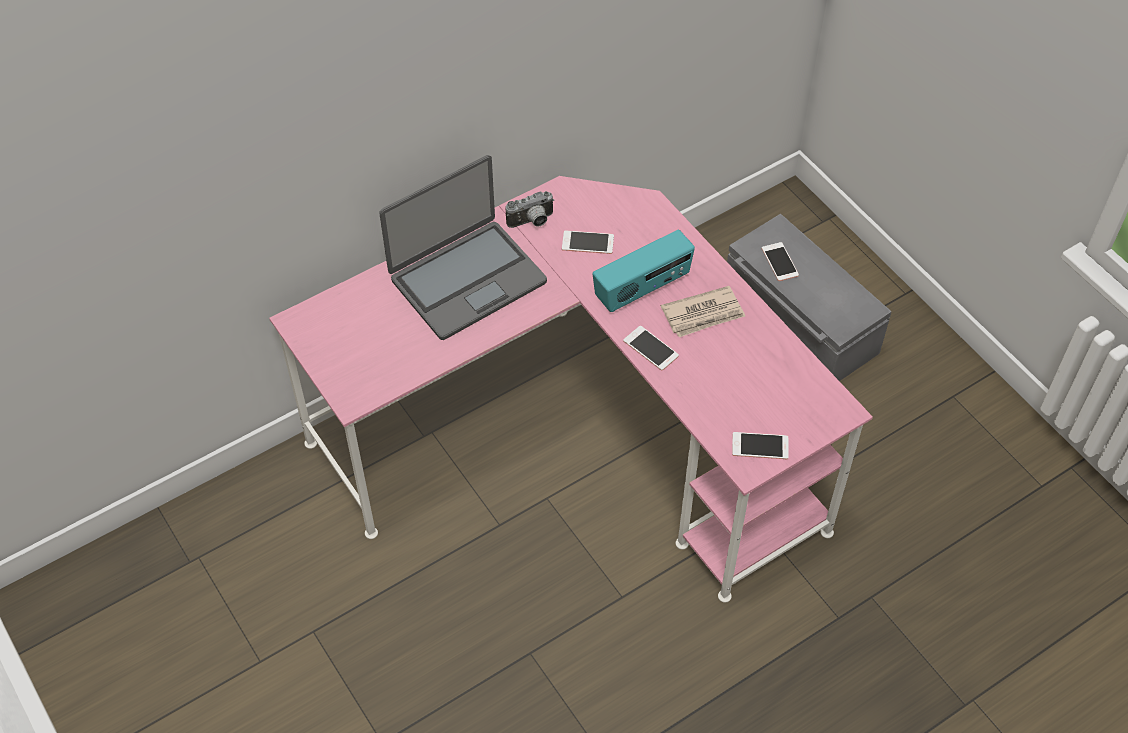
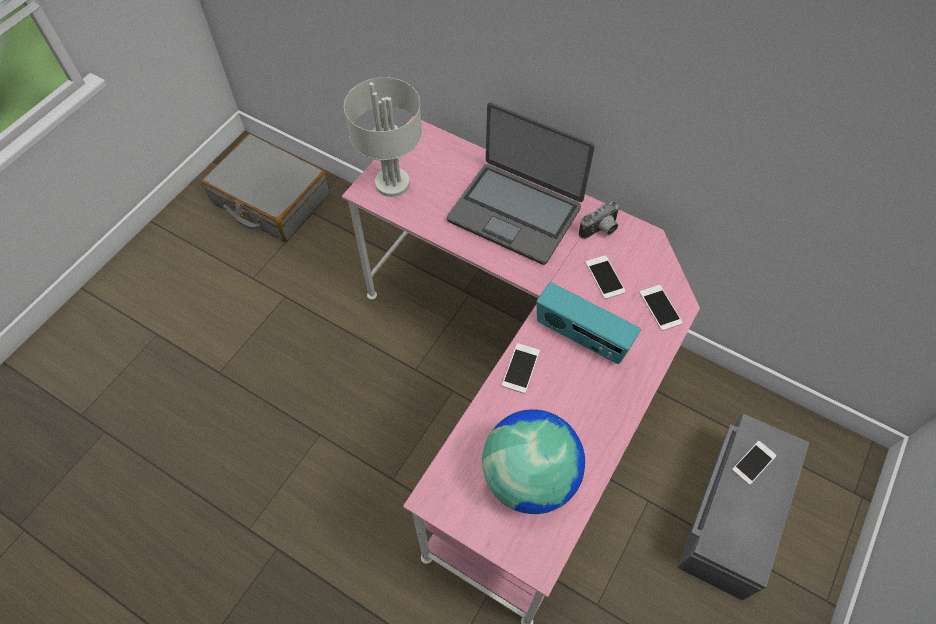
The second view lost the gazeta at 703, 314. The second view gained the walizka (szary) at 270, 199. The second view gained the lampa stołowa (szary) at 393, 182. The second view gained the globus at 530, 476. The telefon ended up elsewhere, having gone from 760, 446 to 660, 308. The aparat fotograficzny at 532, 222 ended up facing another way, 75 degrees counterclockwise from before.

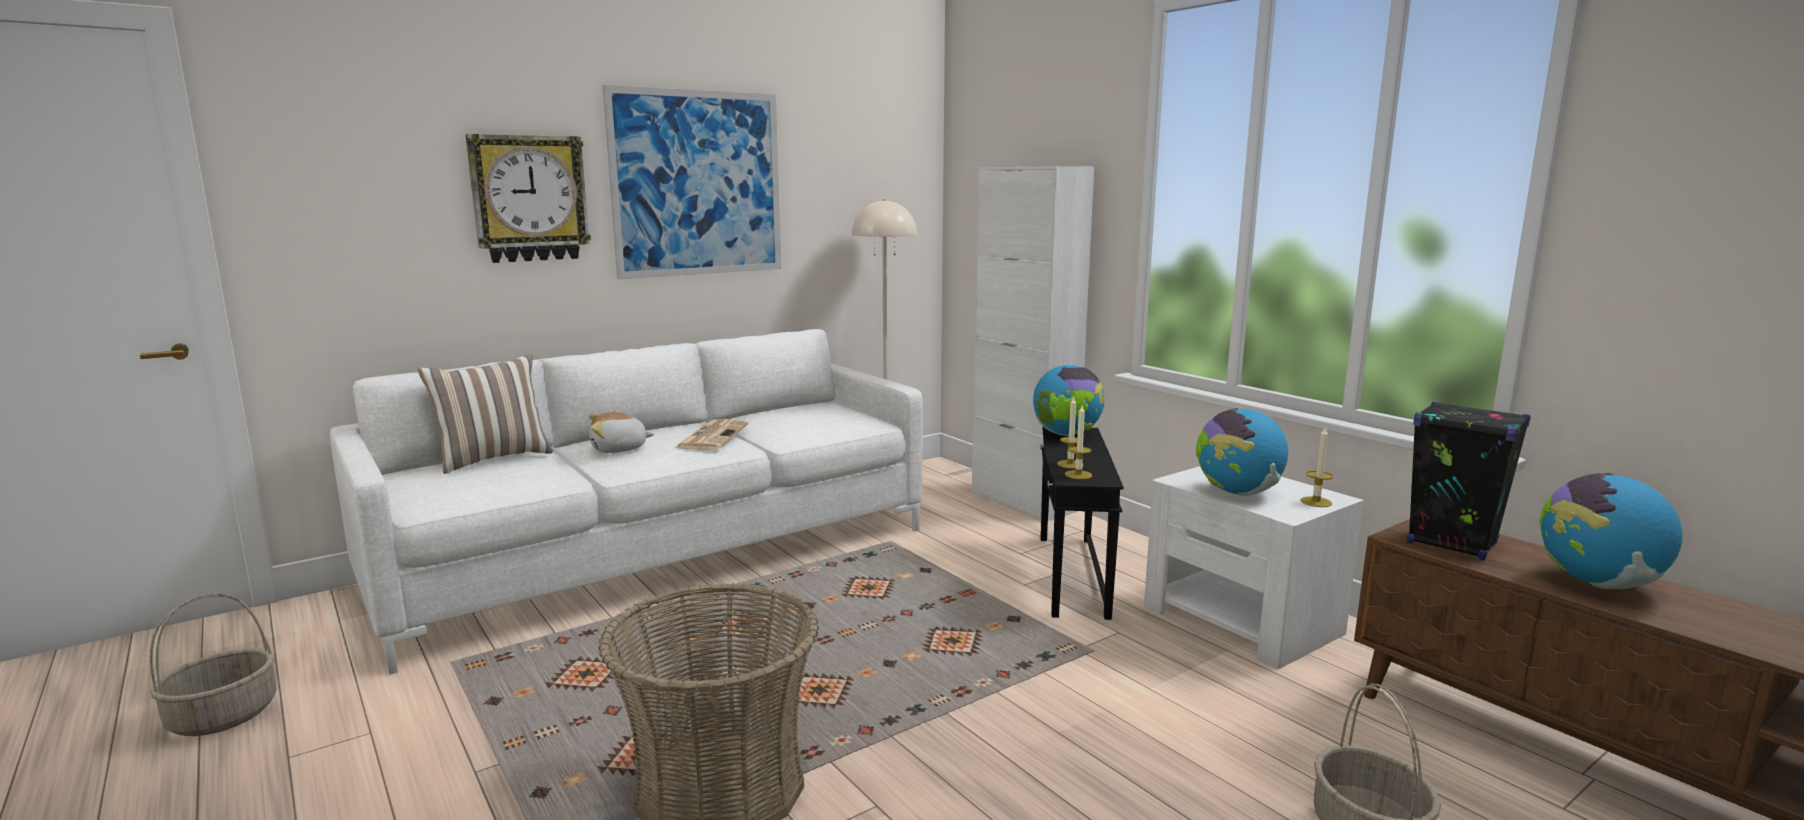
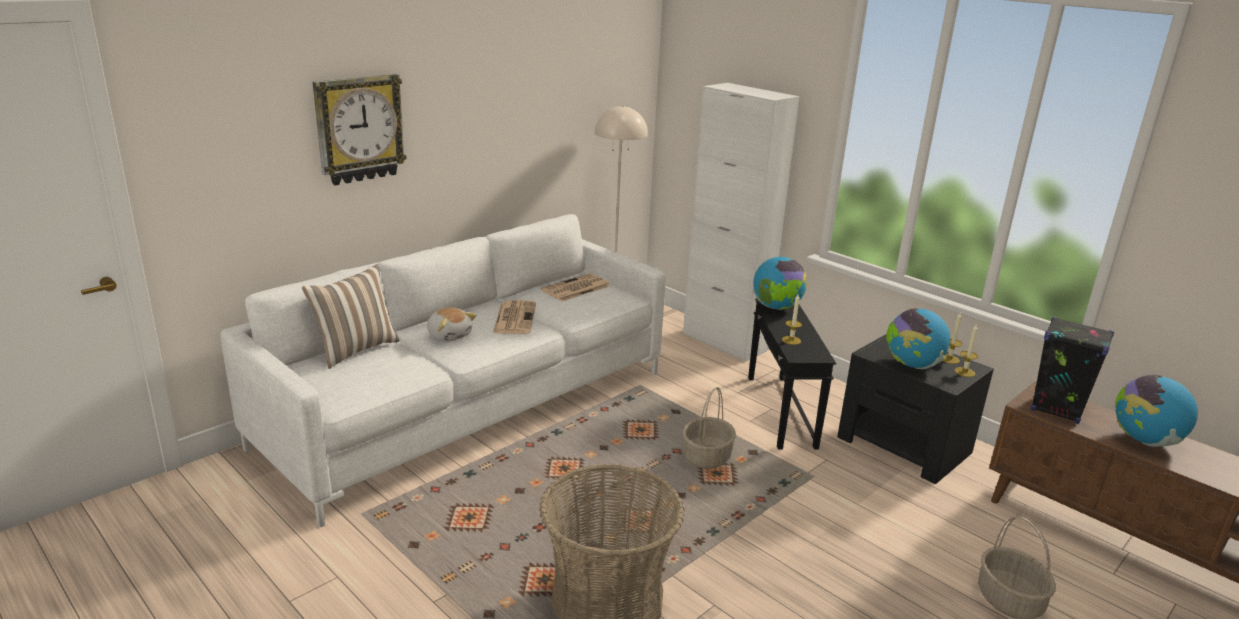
The second view lost the obraz at 698, 184. The second view gained the gazeta at 575, 288. The koszyk ended up elsewhere, having gone from 222, 717 to 707, 457. The świeca ended up elsewhere, having gone from 1078, 475 to 949, 359. What was the szafka nocna (biały) at 1242, 620 turned into the szafka nocna (czarny) at 904, 445. The pluszak at 619, 449 ended up facing another way, 105 degrees counterclockwise from before.

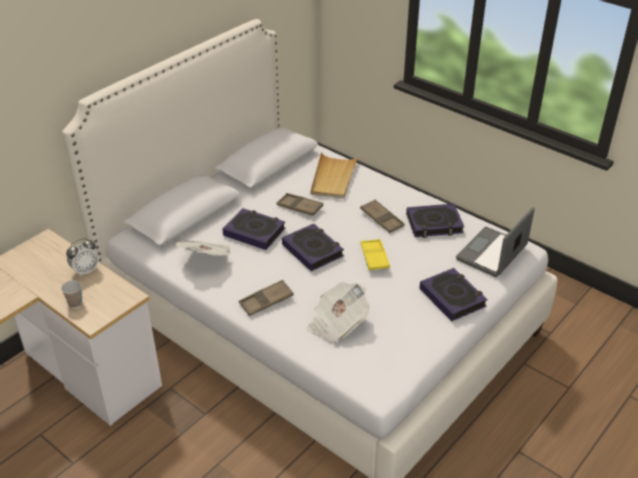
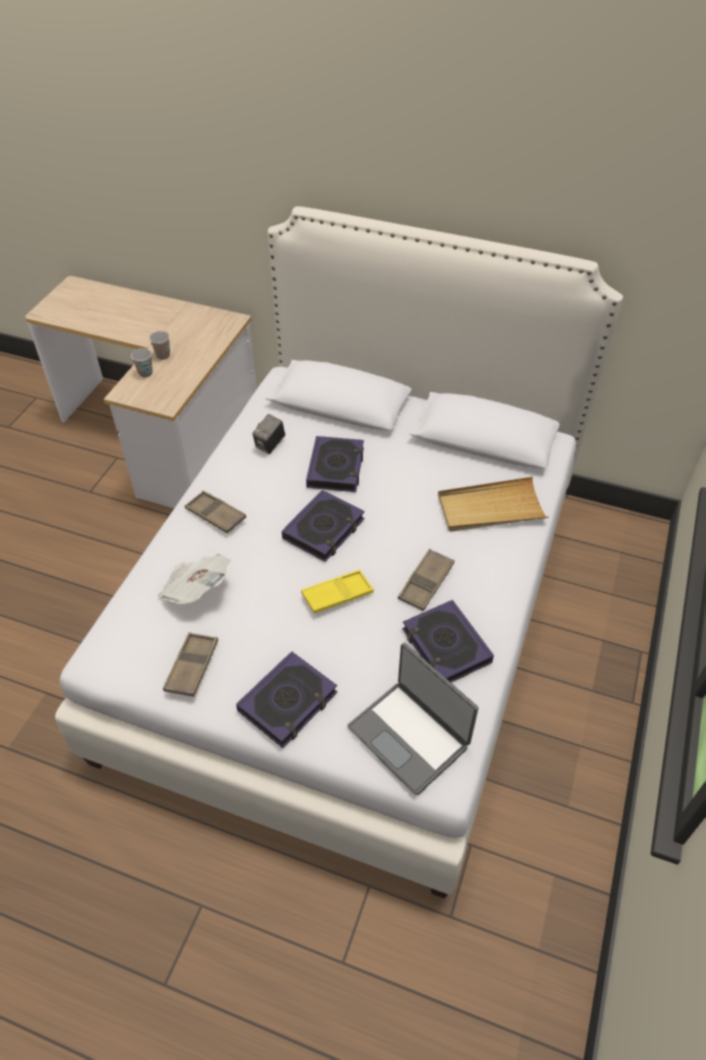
The second view lost the budzik at 85, 270. The second view gained the filiżanka at 163, 355. The taca (brązowy) ended up elsewhere, having gone from 299, 207 to 192, 667. Where the gazeta stood at 207, 259, the aparat fotograficzny came to stand at 270, 445. The laptop at 492, 254 ended up facing another way, 150 degrees counterclockwise from before.

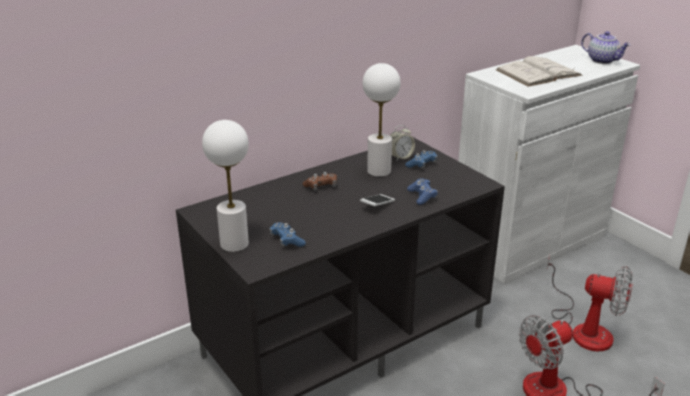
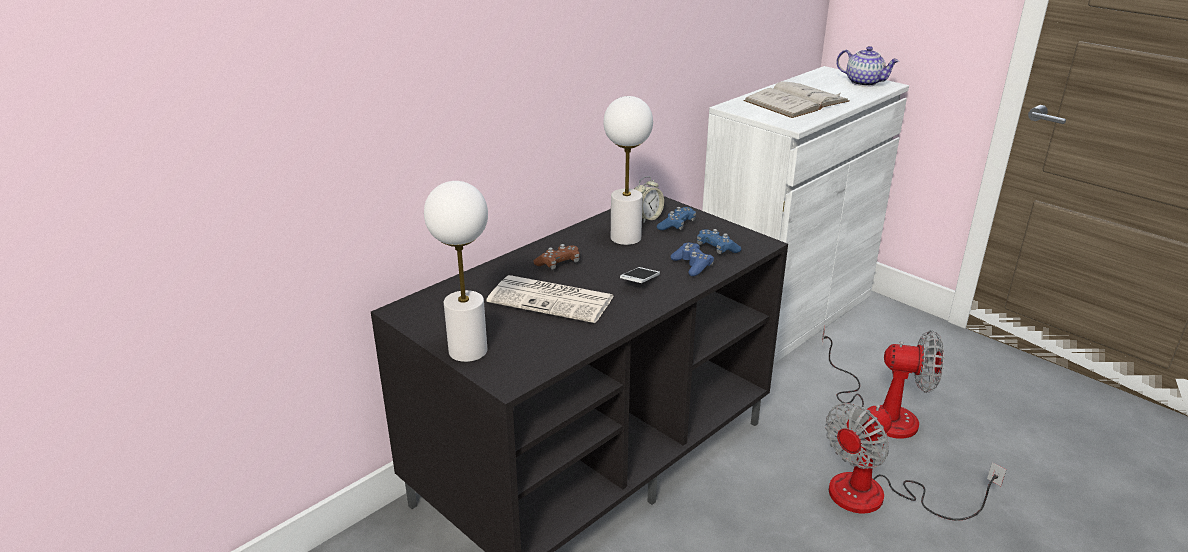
The second view gained the gazeta at 553, 300. The pad do gier (niebieski) ended up elsewhere, having gone from 287, 241 to 717, 249.

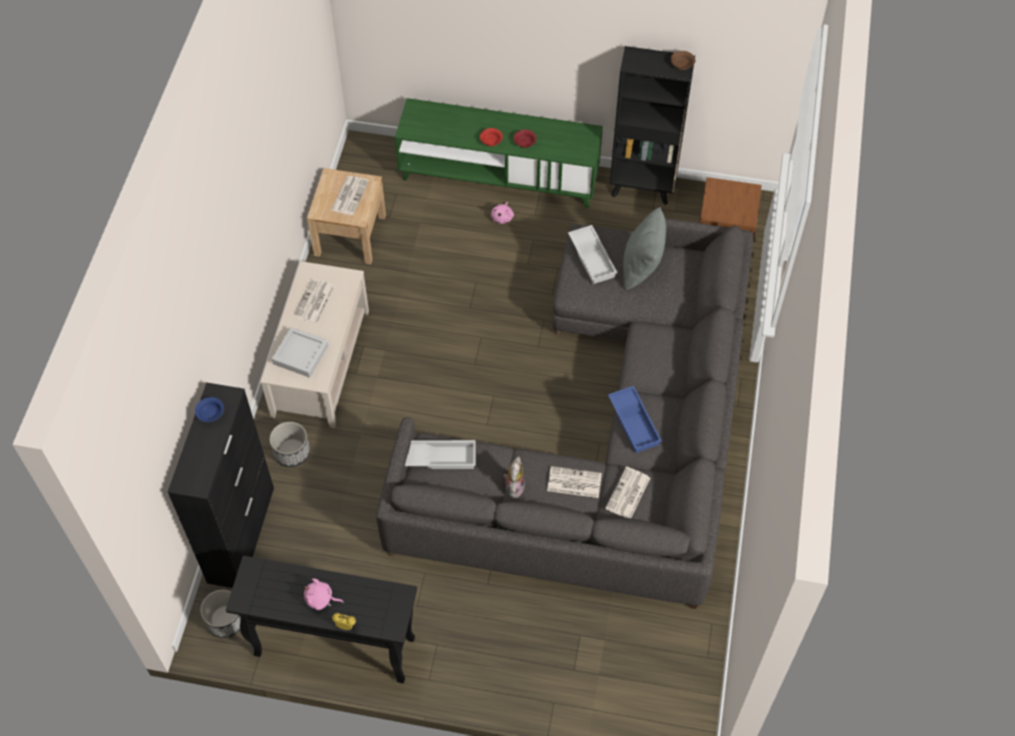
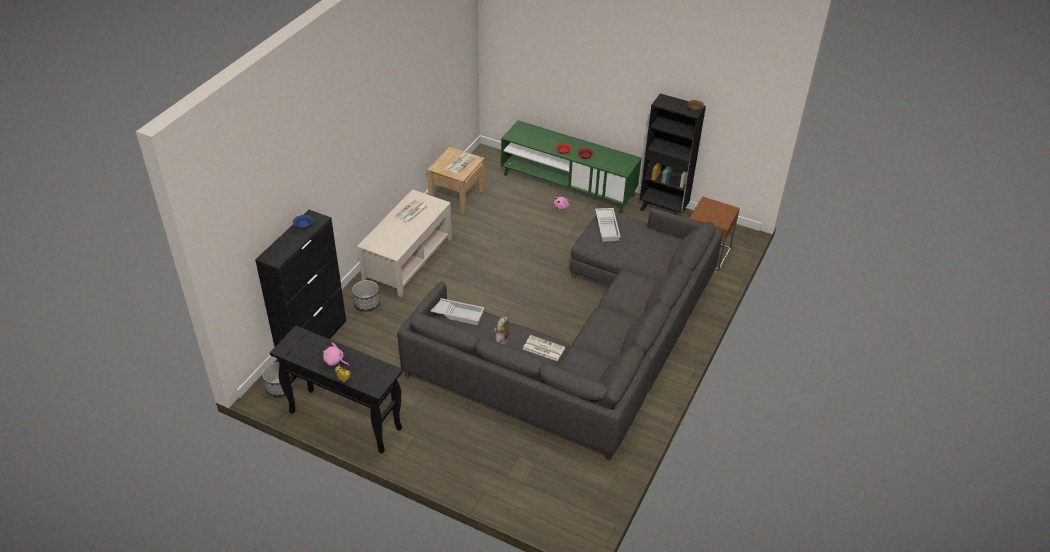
The second view lost the taca (szary) at 300, 355. The second view lost the gazeta at 628, 494. The second view lost the taca (niebieski) at 635, 422. The second view lost the poduszka (szary) at 642, 267.

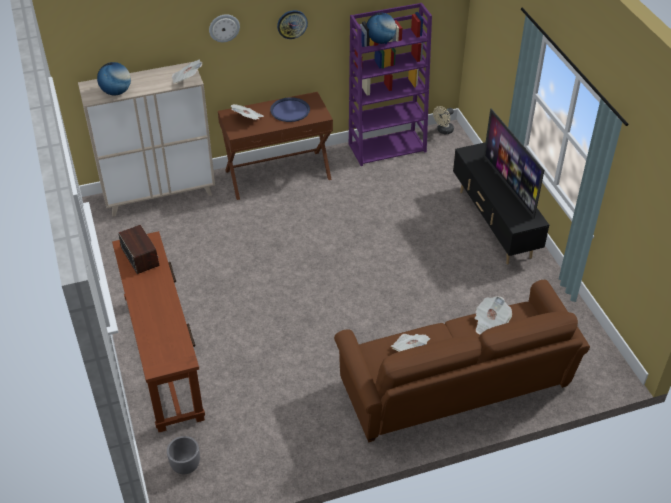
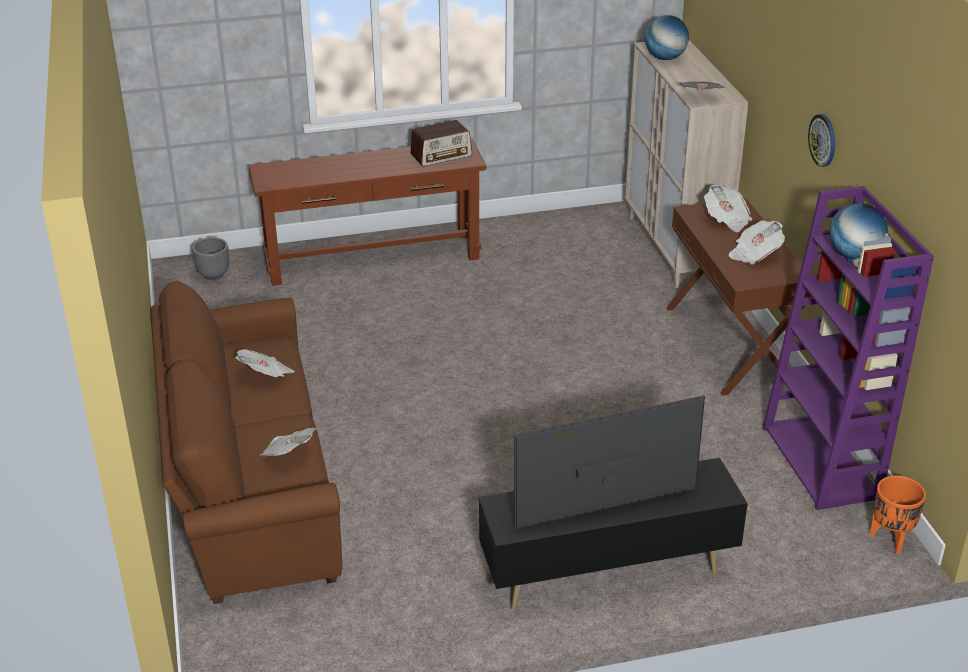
The second view lost the zegar ścienny at 224, 27. Where the taca (niebieski) stood at 290, 110, the gazeta came to stand at 754, 254. Where the wentylator (beżowy) stood at 443, 131, the donica (pomarańczowy) came to stand at 890, 540.

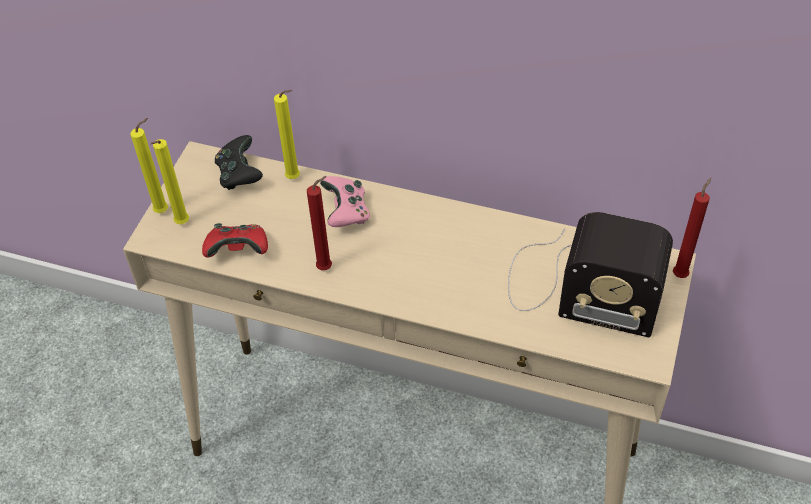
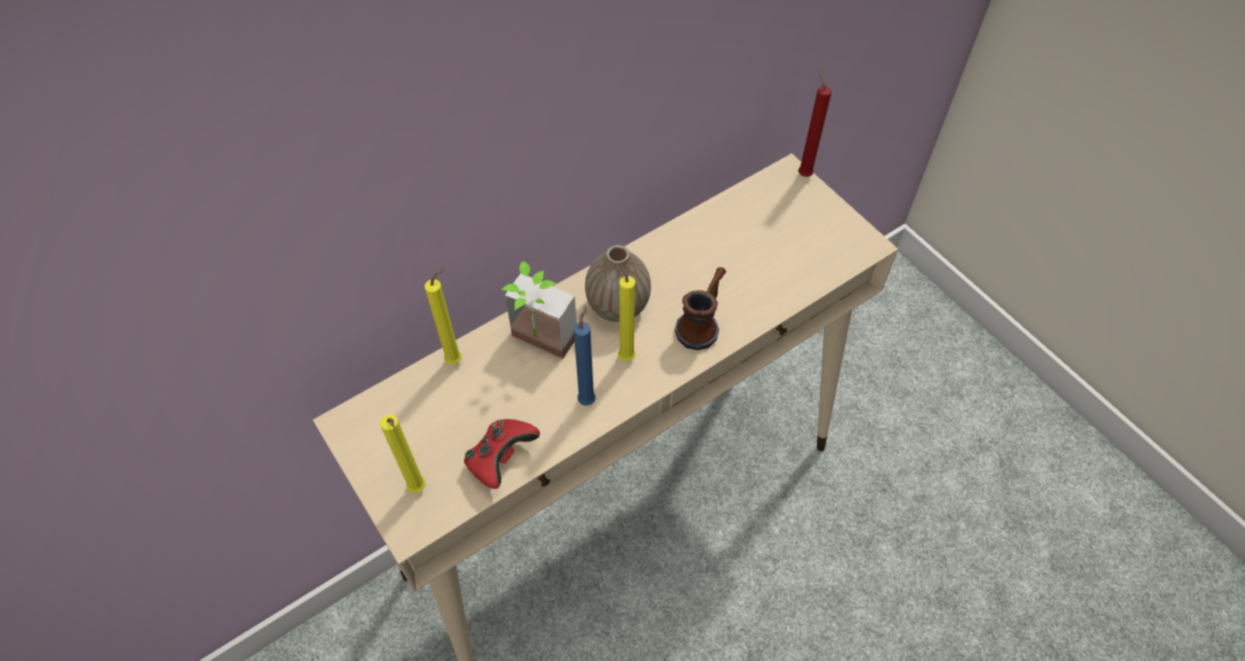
The second view lost the pad do gier (czarny) at 239, 174. The second view lost the radio at 577, 288. The second view gained the wazon at 618, 306. The second view gained the kubek at 702, 323. The świeca (żółty) ended up elsewhere, having gone from 164, 210 to 627, 355. Where the pad do gier (różowy) stood at 346, 213, the roślina doniczkowa came to stand at 538, 345. What was the świeca (czerwony) at 327, 267 turned into the świeca (niebieski) at 587, 398.

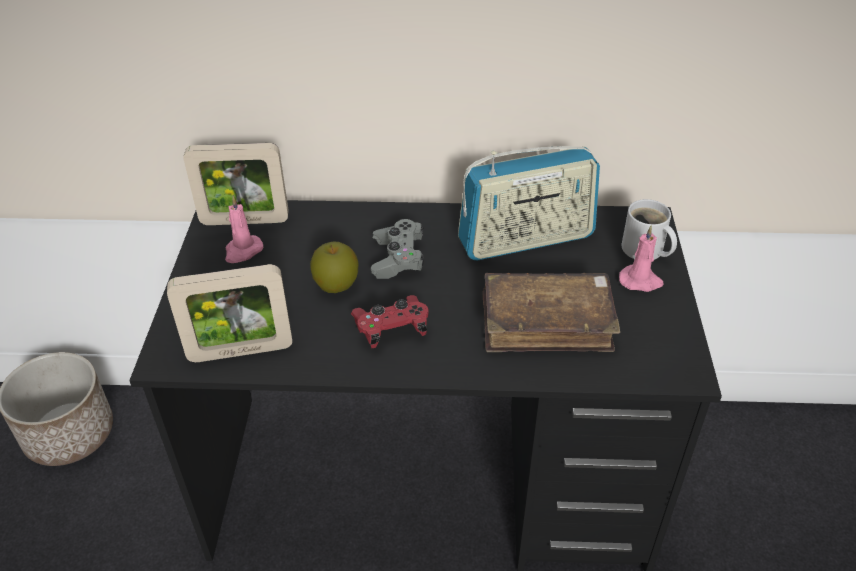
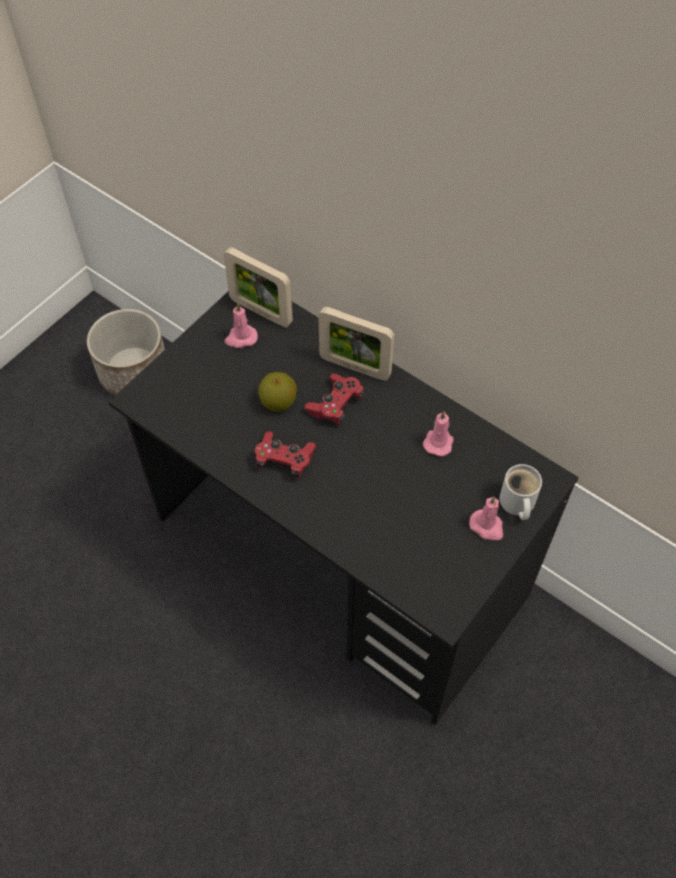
The second view lost the książka (brązowy) at 546, 323. The ramka na zdjęcie ended up elsewhere, having gone from 240, 351 to 355, 367. Where the radio stood at 526, 239, the świeca (różowy) came to stand at 438, 441. What was the pad do gier (szary) at 398, 259 turned into the pad do gier (czerwony) at 335, 405.

